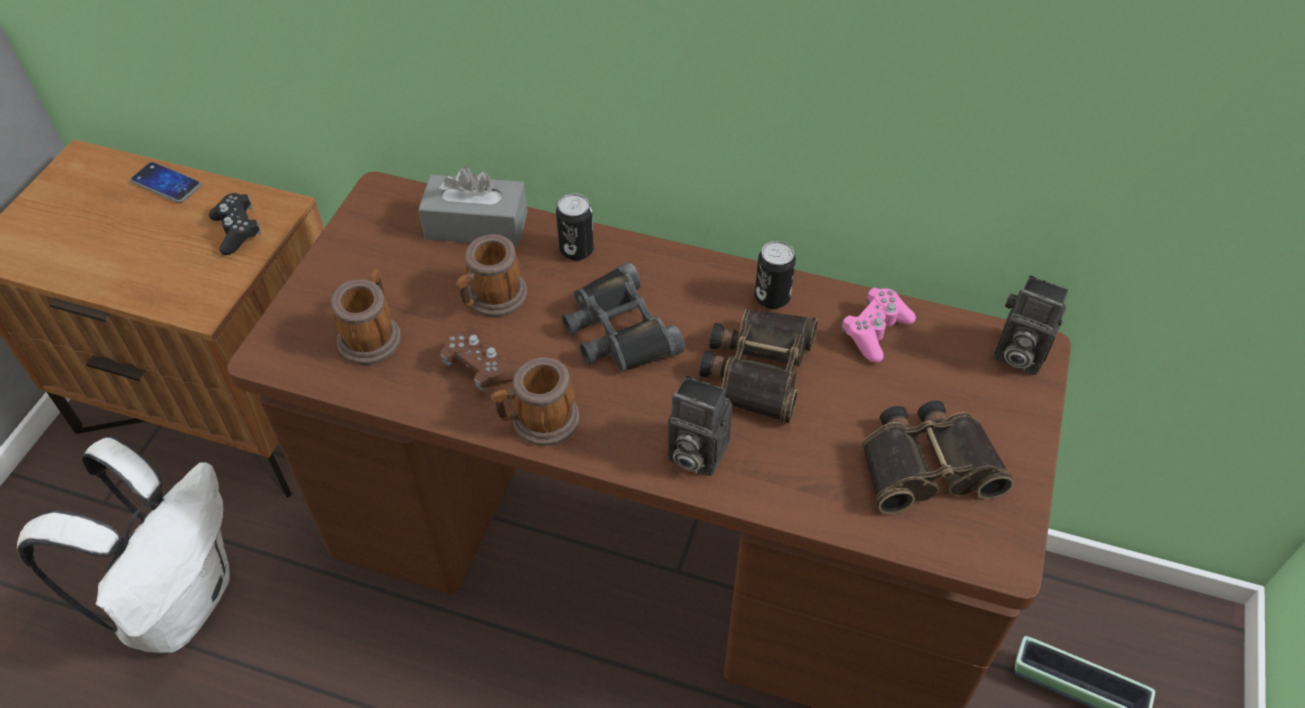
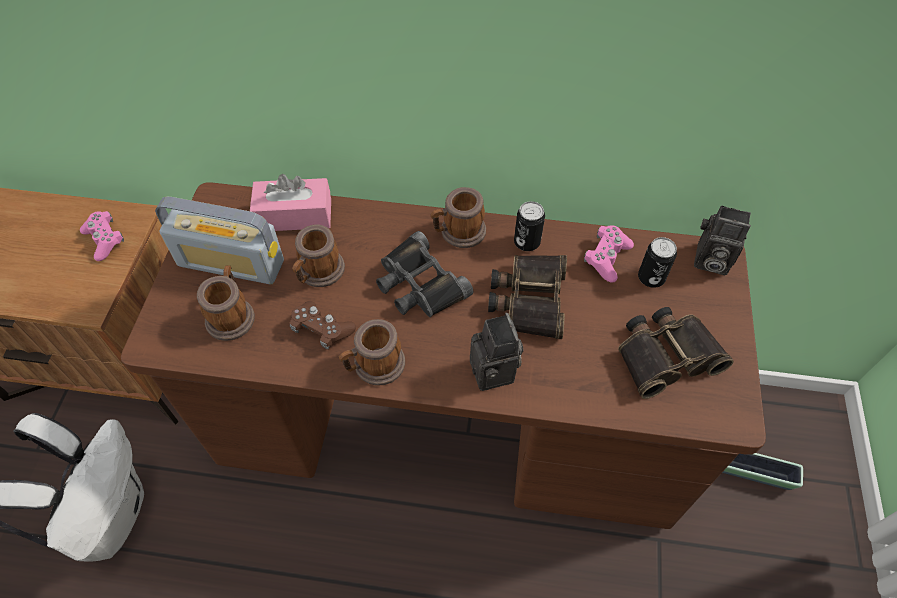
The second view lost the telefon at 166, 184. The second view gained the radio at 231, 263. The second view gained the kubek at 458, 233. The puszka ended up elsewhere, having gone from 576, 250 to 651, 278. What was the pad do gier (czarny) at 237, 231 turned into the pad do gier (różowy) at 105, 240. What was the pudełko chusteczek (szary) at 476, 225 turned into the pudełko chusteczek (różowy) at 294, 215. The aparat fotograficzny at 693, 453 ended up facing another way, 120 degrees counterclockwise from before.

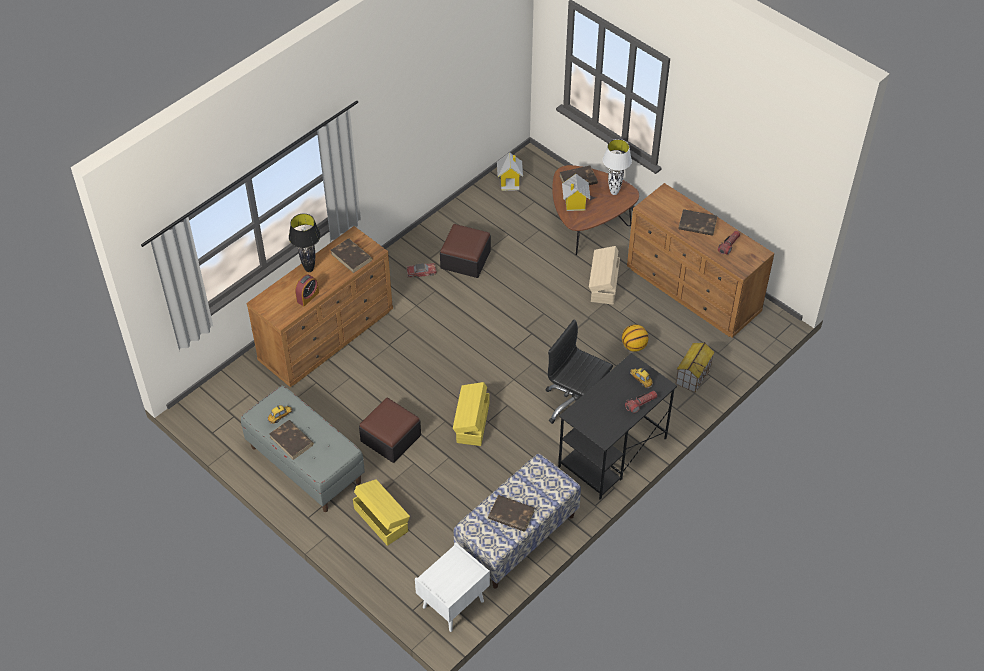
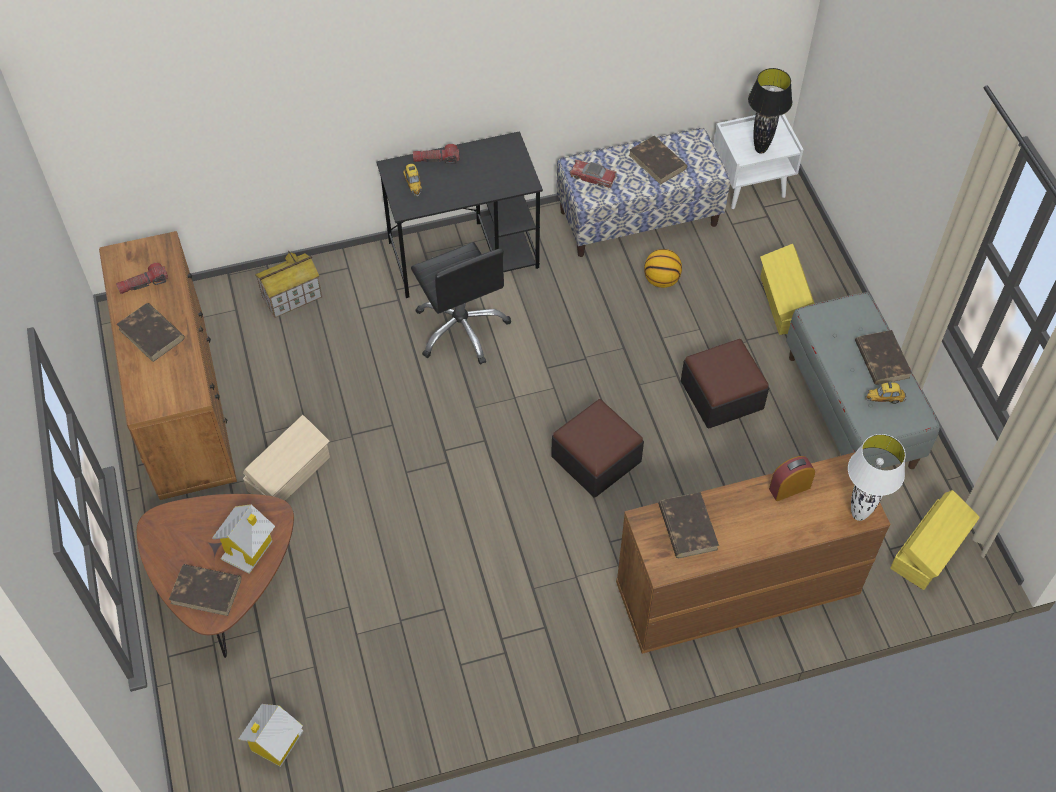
The lampa stołowa (czarny) ended up elsewhere, having gone from 309, 269 to 760, 149. The samochodzik ended up elsewhere, having gone from 421, 272 to 593, 177. The pufa ended up elsewhere, having gone from 465, 259 to 596, 459. The pojemnik do przechowywania (żółty) ended up elsewhere, having gone from 472, 423 to 929, 550. The lampa stołowa (biały) ended up elsewhere, having gone from 614, 192 to 858, 514. The piłka do koszykówki ended up elsewhere, having gone from 634, 346 to 661, 280.

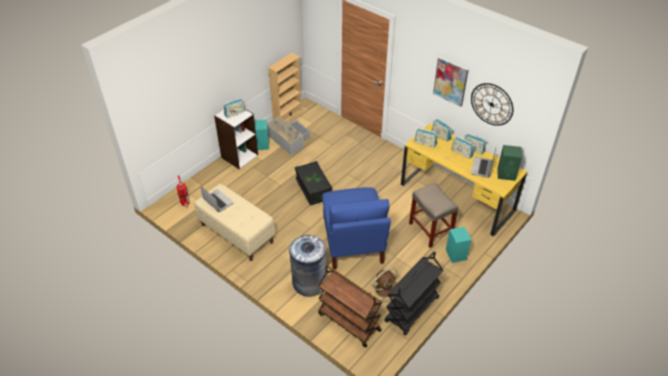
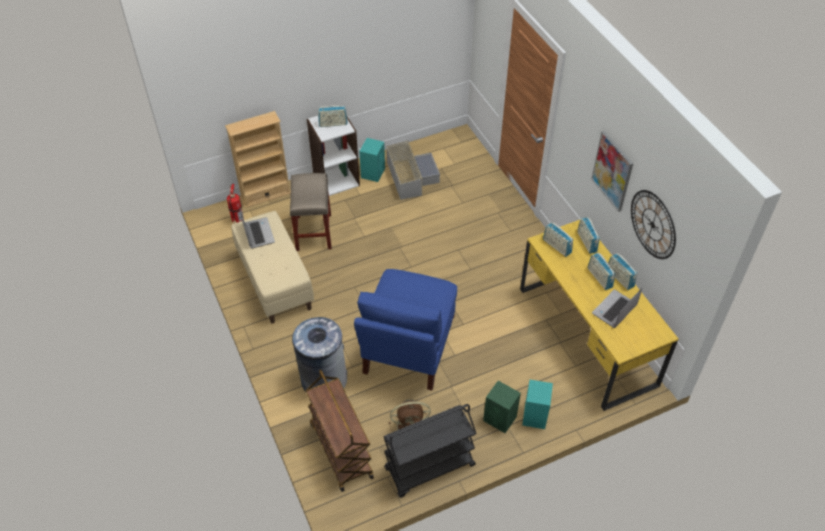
The second view lost the pojemnik do przechowywania (czarny) at 313, 189. The regał (beżowy) ended up elsewhere, having gone from 287, 116 to 265, 195. The stołek (beżowy) ended up elsewhere, having gone from 430, 230 to 313, 231. The głośnik (zielony) ended up elsewhere, having gone from 507, 174 to 500, 419.

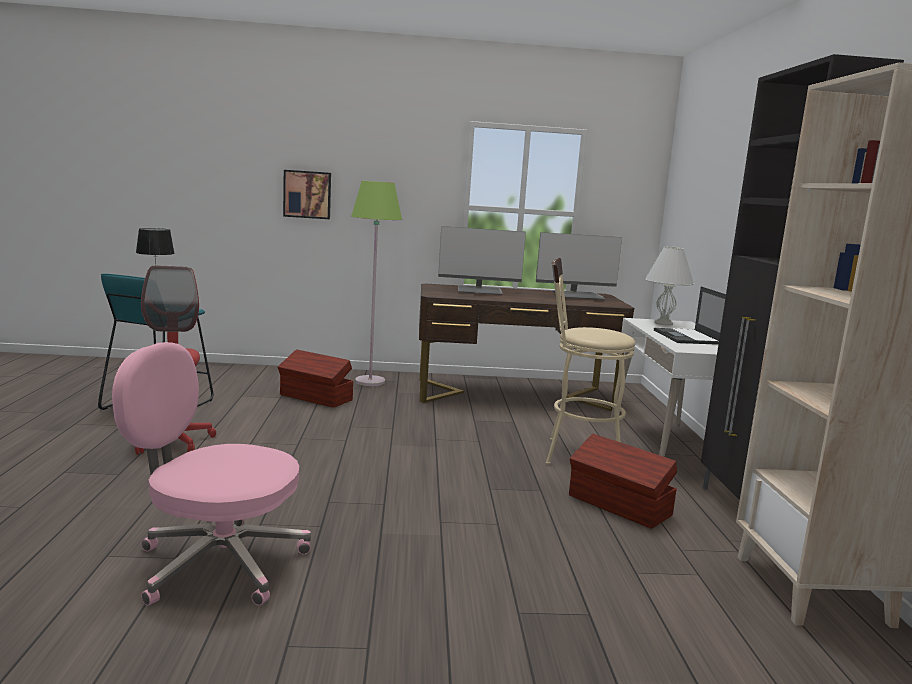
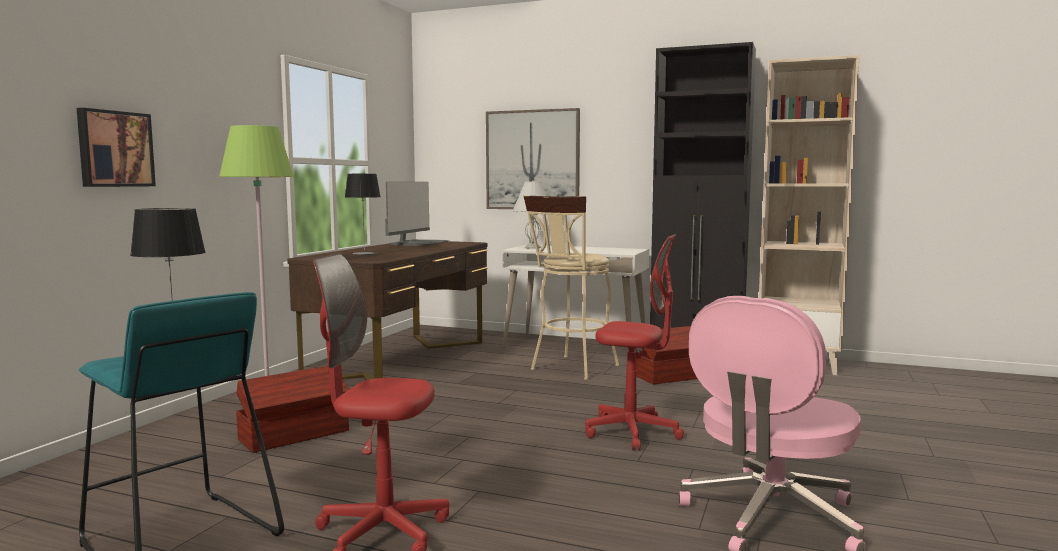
The second view lost the laptop at 688, 337. The second view gained the obraz at 532, 160. The second view gained the krzesło biurowe (czerwony) at 632, 433. Where the monitor stood at 479, 291, the lampa stołowa came to stand at 364, 253.

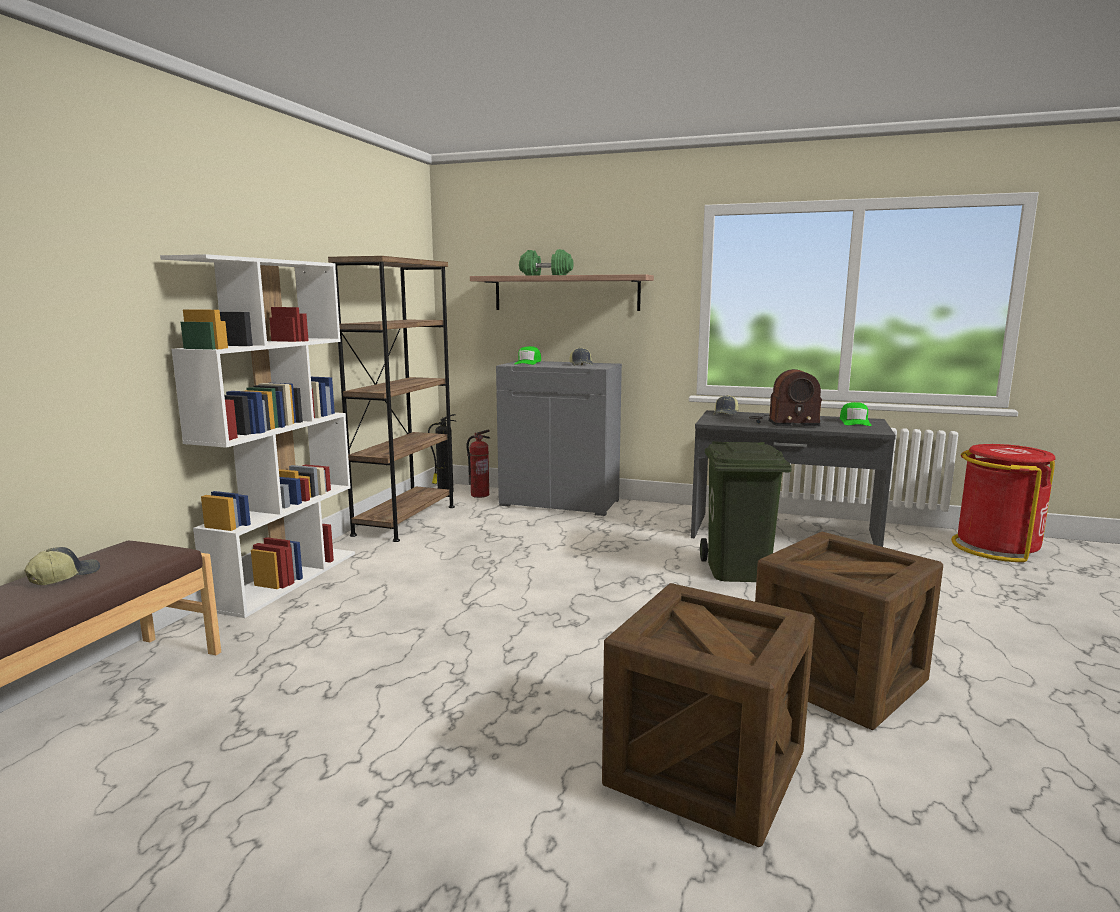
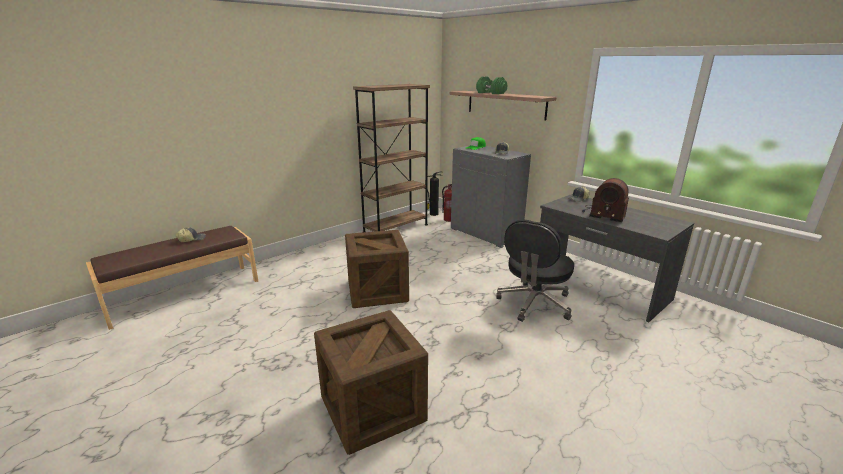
The second view lost the regał (biały) at 286, 579. The second view lost the czapka z daszkiem (zielony) at 854, 422. The second view lost the kosz na śmieci (czerwony) at 995, 547. The skrzynka ended up elsewhere, having gone from 838, 679 to 377, 291. Where the kosz na śmieci (zielony) stood at 736, 570, the krzesło biurowe (czarny) came to stand at 534, 304.

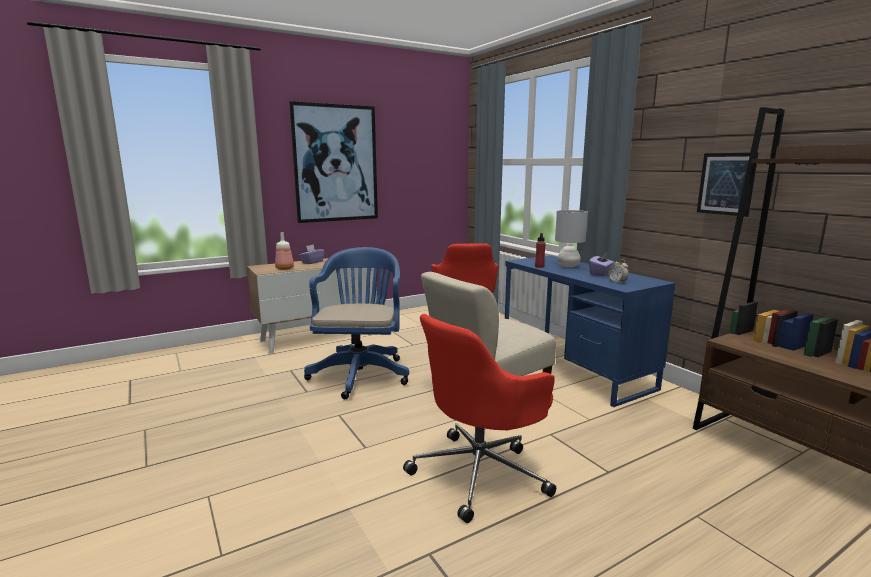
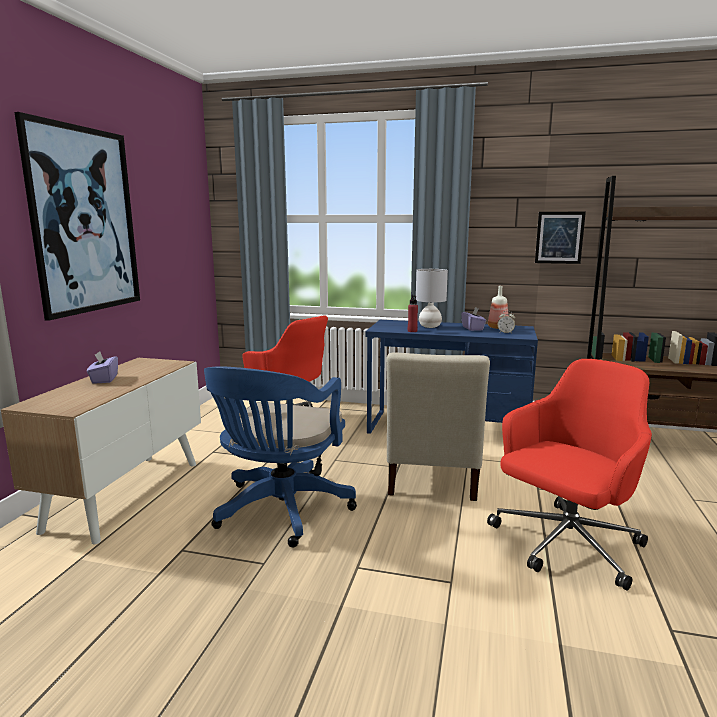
The butelka ended up elsewhere, having gone from 285, 268 to 498, 327. The krzesło biurowe (niebieski) at 360, 373 ended up facing another way, 120 degrees counterclockwise from before. The krzesło biurowe (czerwony) at 480, 472 ended up facing another way, 135 degrees counterclockwise from before.

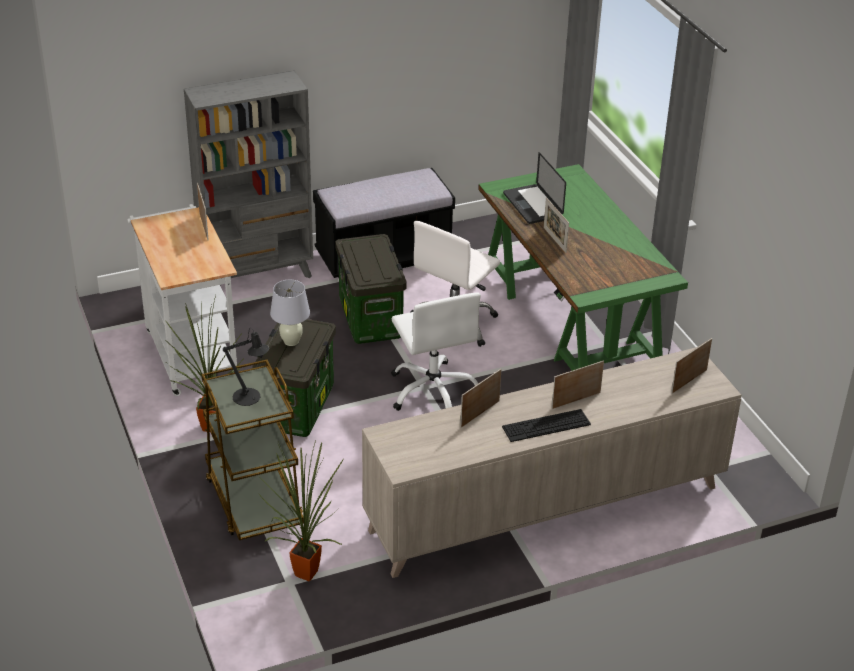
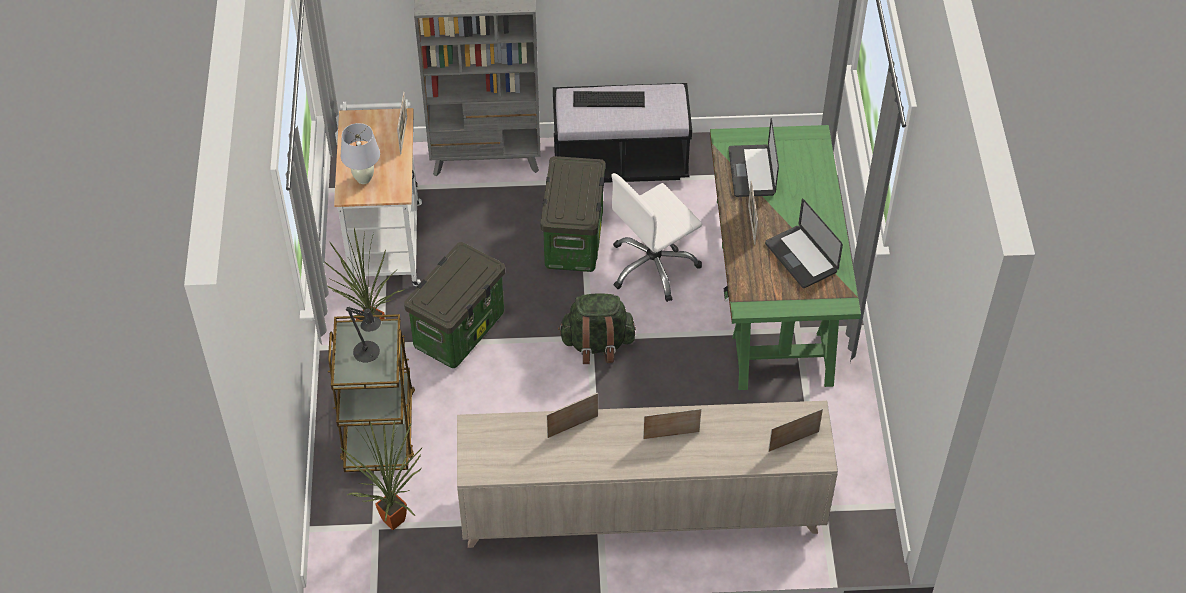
The second view gained the laptop at 801, 257. The lampa stołowa (biały) ended up elsewhere, having gone from 291, 341 to 364, 178. The klawiatura ended up elsewhere, having gone from 546, 425 to 609, 99. Where the krzesło biurowe (biały) stood at 433, 391, the plecak (zielony) came to stand at 597, 344.

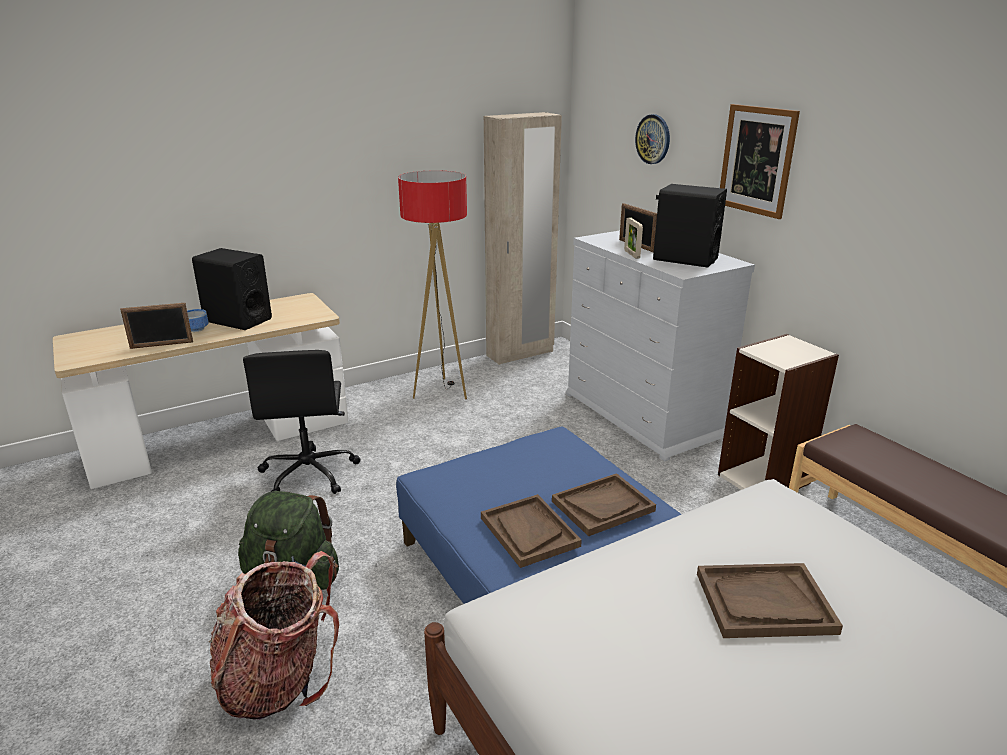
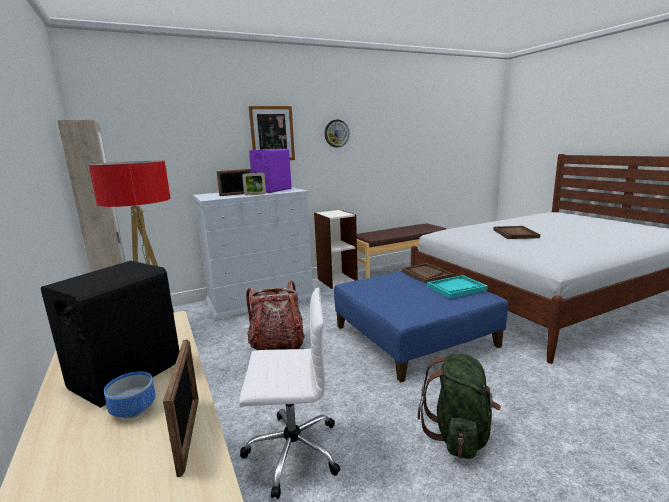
The plecak ended up elsewhere, having gone from 279, 679 to 277, 345. The zegar ścienny ended up elsewhere, having gone from 653, 139 to 336, 133. What was the krzesło biurowe (czarny) at 309, 473 turned into the krzesło biurowe (biały) at 291, 451. What was the taca (brązowy) at 529, 532 turned into the taca (turkusowy) at 456, 288. What was the głośnik (czarny) at 685, 259 turned into the głośnik (fioletowy) at 272, 190.

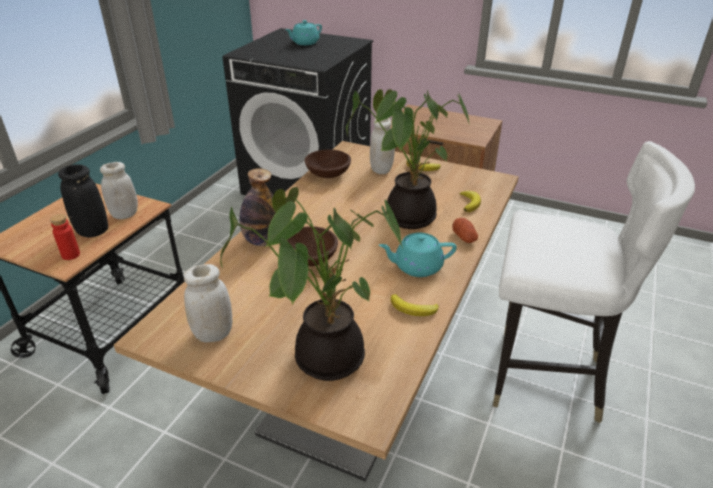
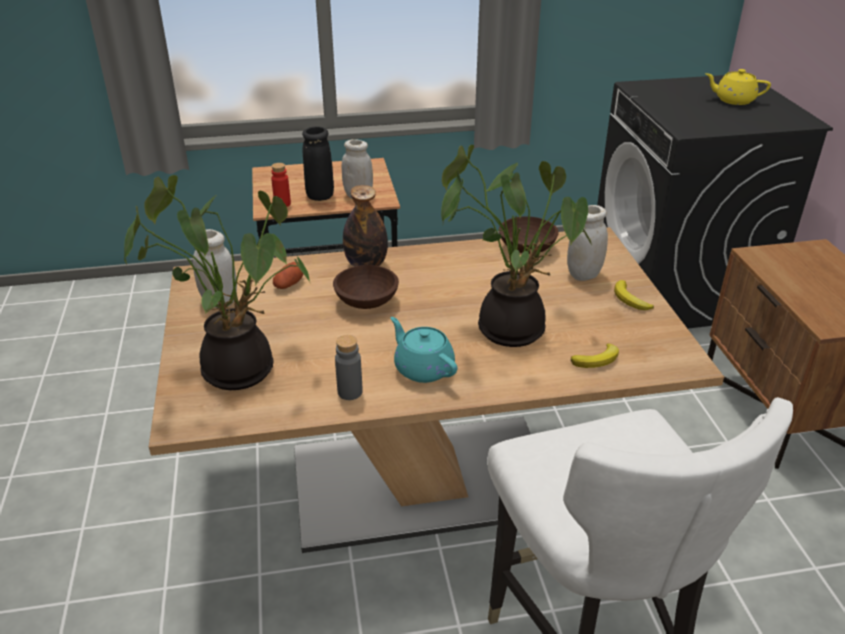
The ziemniak ended up elsewhere, having gone from 464, 237 to 289, 284. Where the banan stood at 413, 309, the butelka (szary) came to stand at 350, 392. What was the imbryk (turkusowy) at 304, 43 turned into the imbryk (żółty) at 733, 100.

